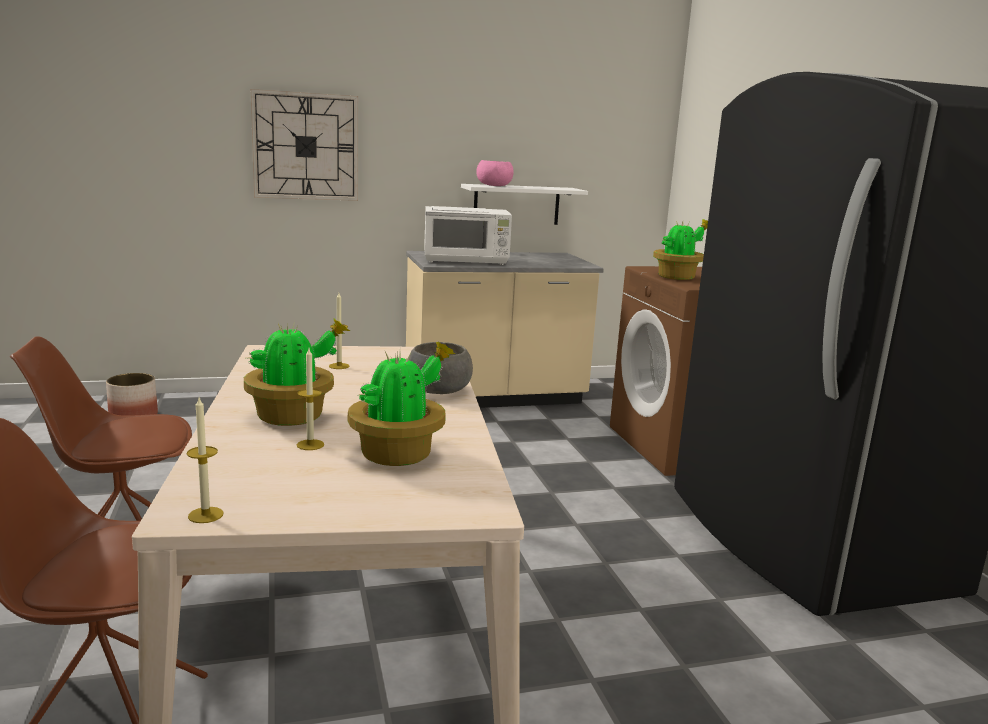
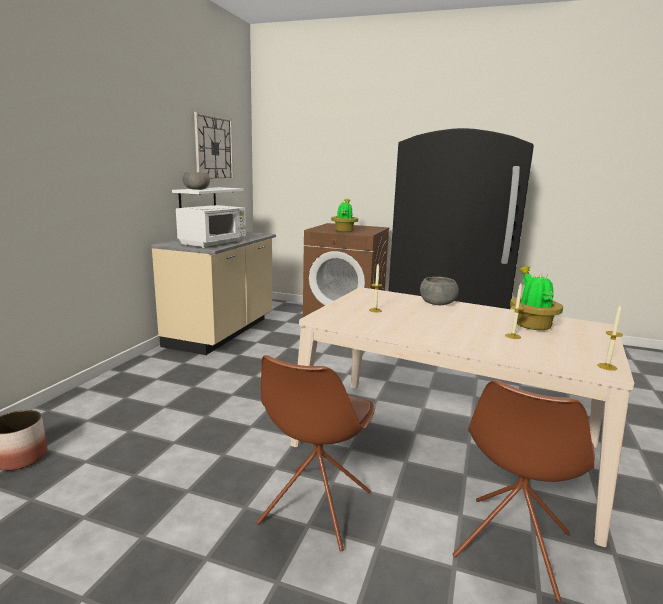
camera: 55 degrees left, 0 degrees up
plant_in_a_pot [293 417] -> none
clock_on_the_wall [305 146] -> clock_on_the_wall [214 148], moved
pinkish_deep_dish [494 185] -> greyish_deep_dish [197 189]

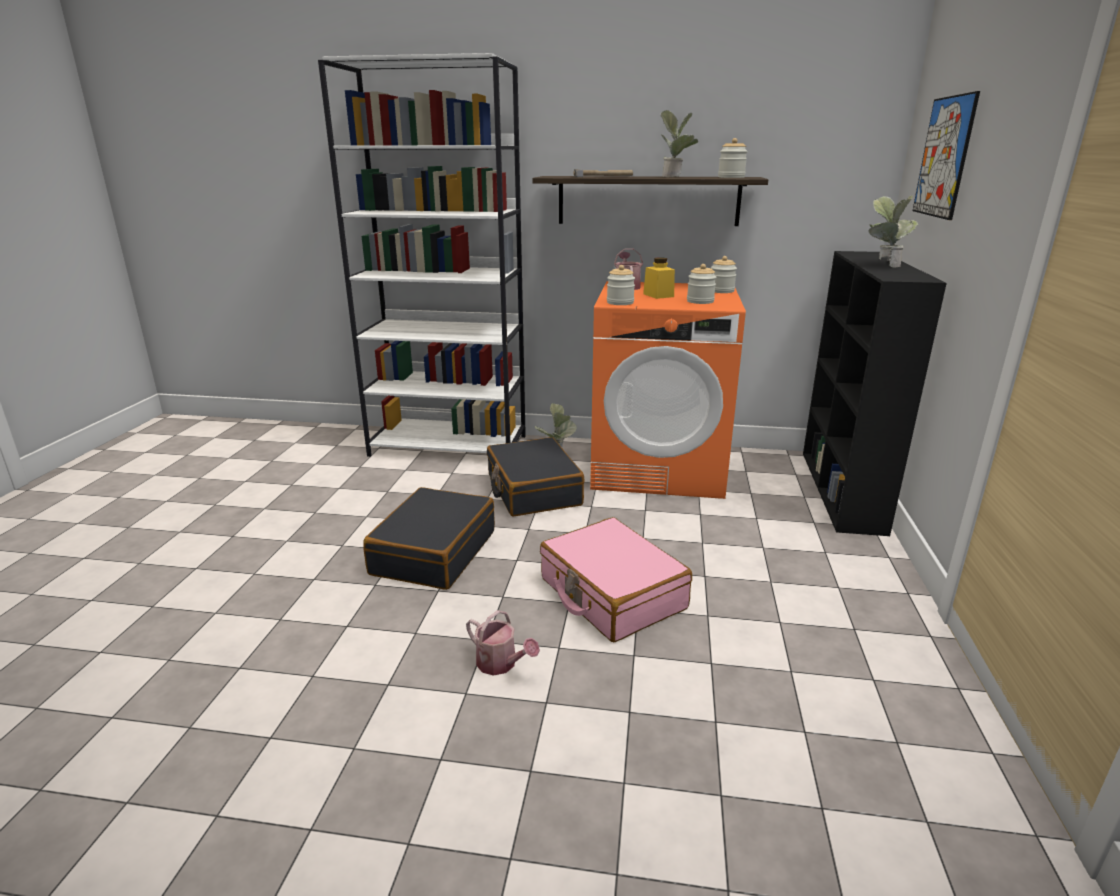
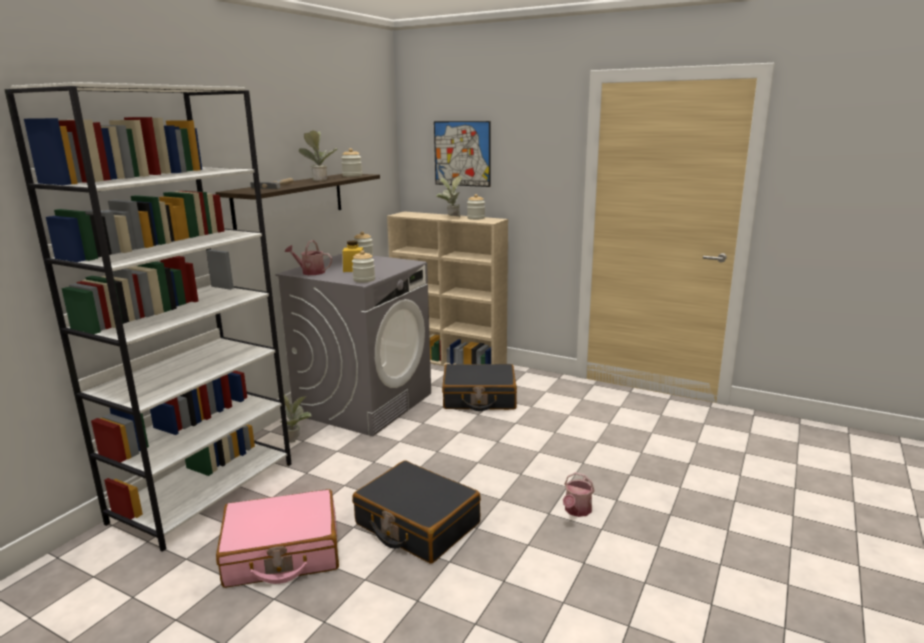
camera: 70 degrees left, 5 degrees down
watering_pot [501 664] -> watering_pot [576 511], 150 degrees clockwise
black-coloured_travel_case [533 490] -> black-coloured_travel_case [479 398], moved
pinkish_travel_case [611 594] -> pinkish_travel_case [282 553], moved
orangey_laundry_machine [659 467] -> greyish_laundry_machine [364 403]
storage_jar [700 301] -> storage_jar [476 218], moved
black-coloured_bookcase [842 491] -> sand-coloured_bookcase [450 360]

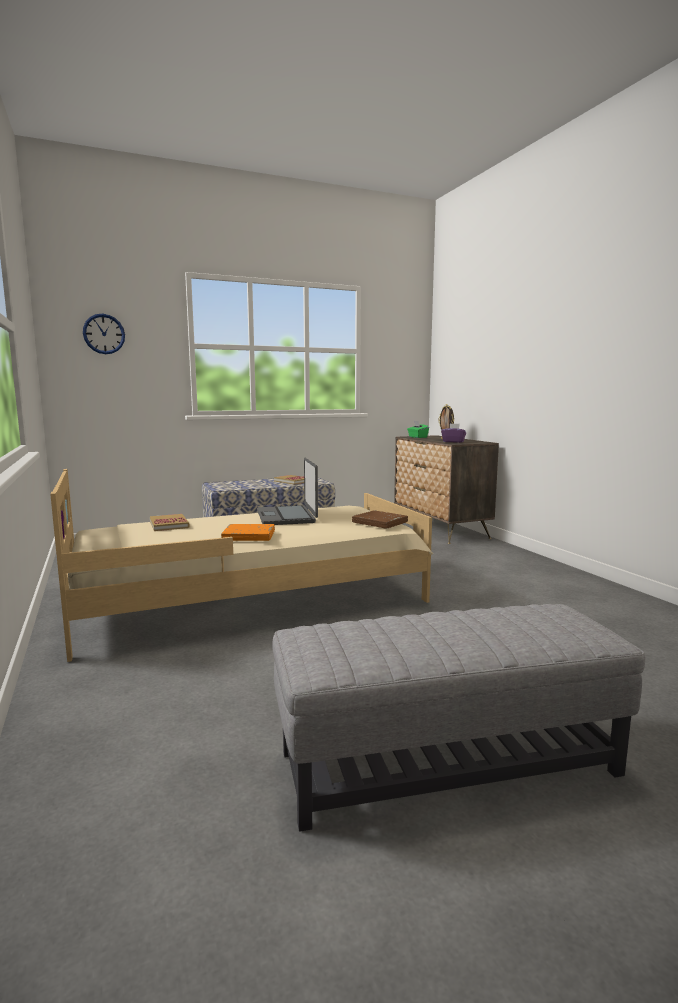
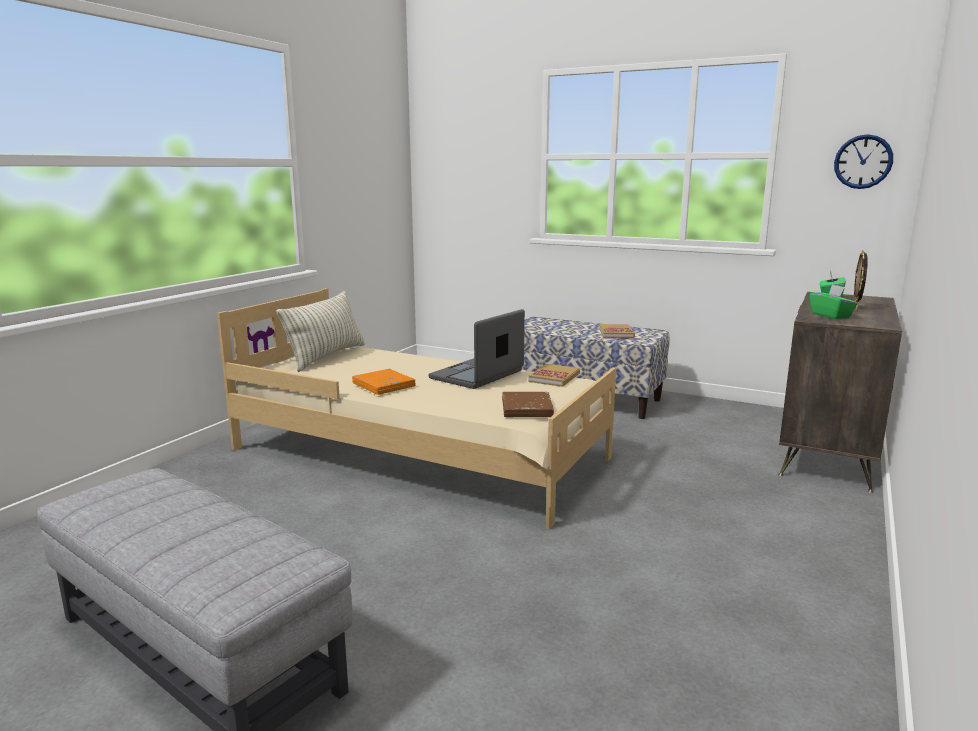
camera: 50 degrees right, 5 degrees up
clock_on_the_wall [104 334] -> clock_on_the_wall [863 162], moved
book [169 524] -> book [554 377], moved
purple_box_of_tissues [453 442] -> greenish_box_of_tissues [831 315]
none -> pillow [326 357]

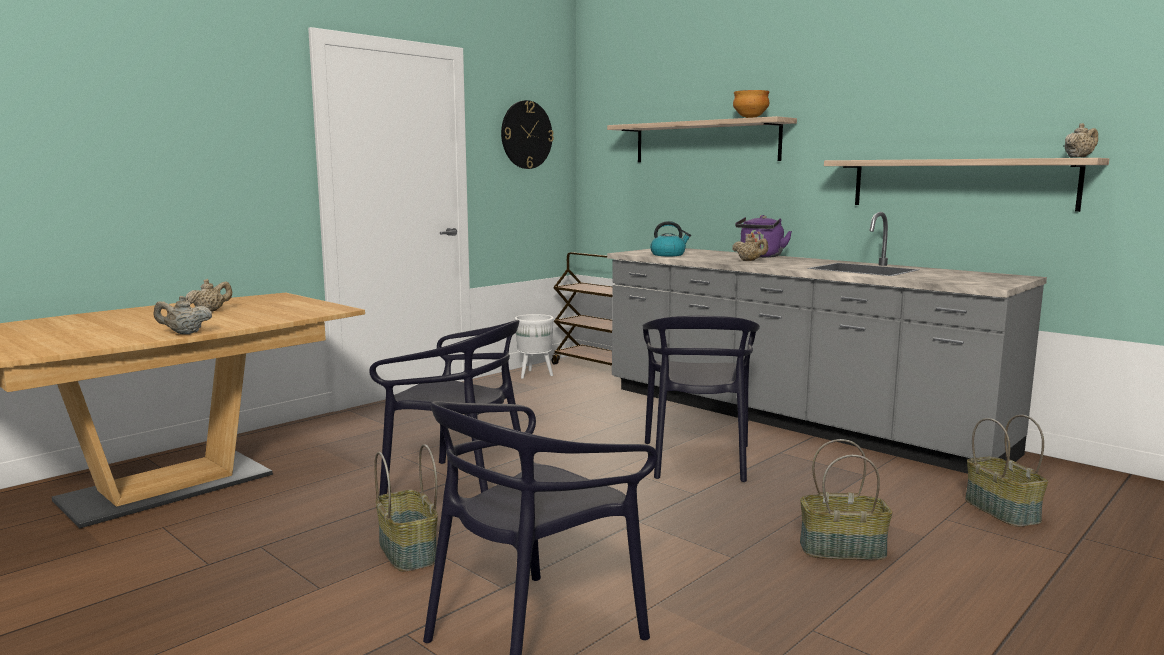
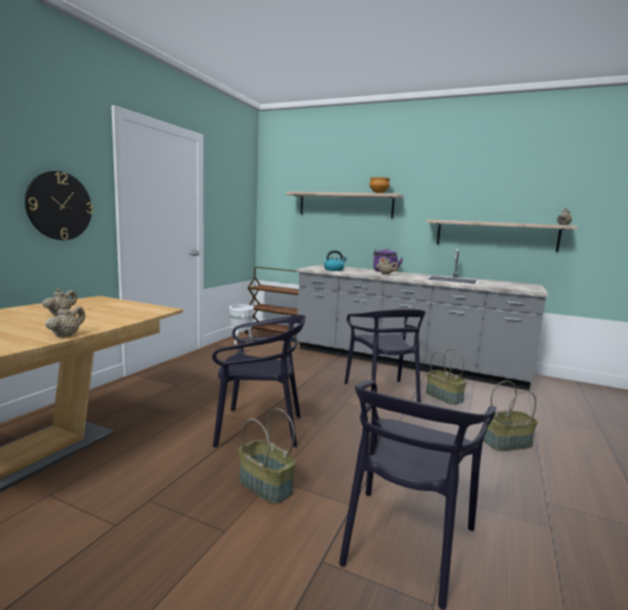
camera: 20 degrees left, 0 degrees up
sand-coloured_teapot [184 333] -> sand-coloured_teapot [66 335], 135 degrees clockwise
clock_on_the_wall [526 135] -> clock_on_the_wall [59 206], moved
basket [1003 511] -> basket [444 397], moved

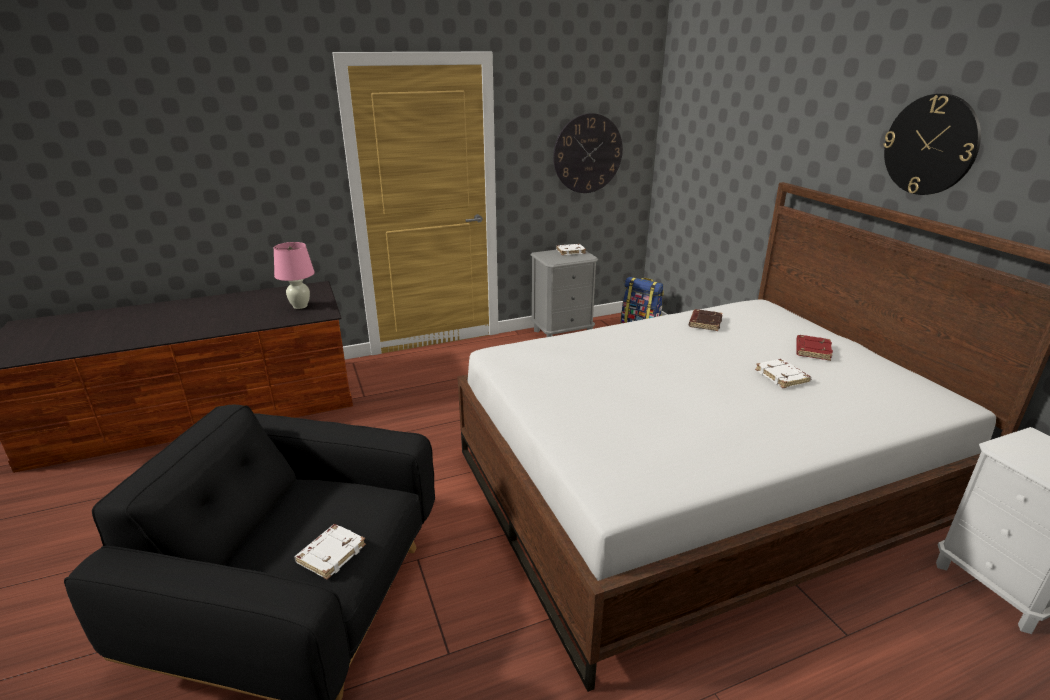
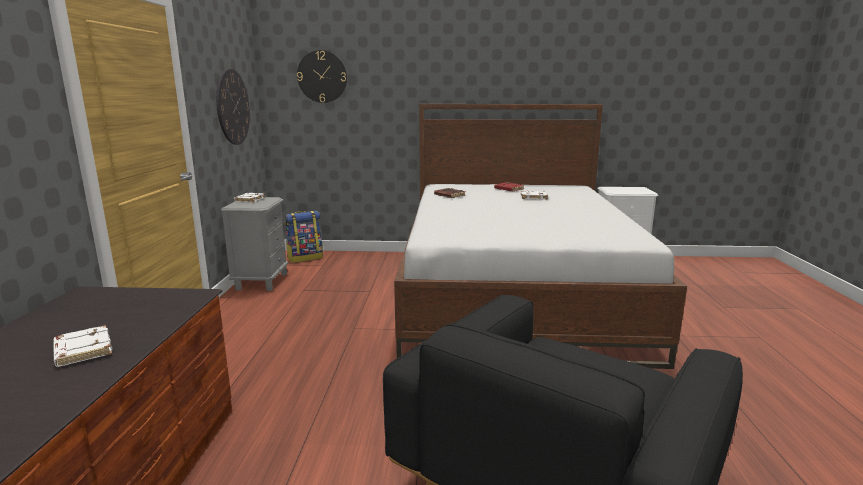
camera: 65 degrees left, 10 degrees down
pinkish_lamp_for_a_table [300 306] -> none
white_book [331 553] -> white_book [82 350], moved
clock_on_the_wall [930 145] -> clock_on_the_wall [322 76], moved

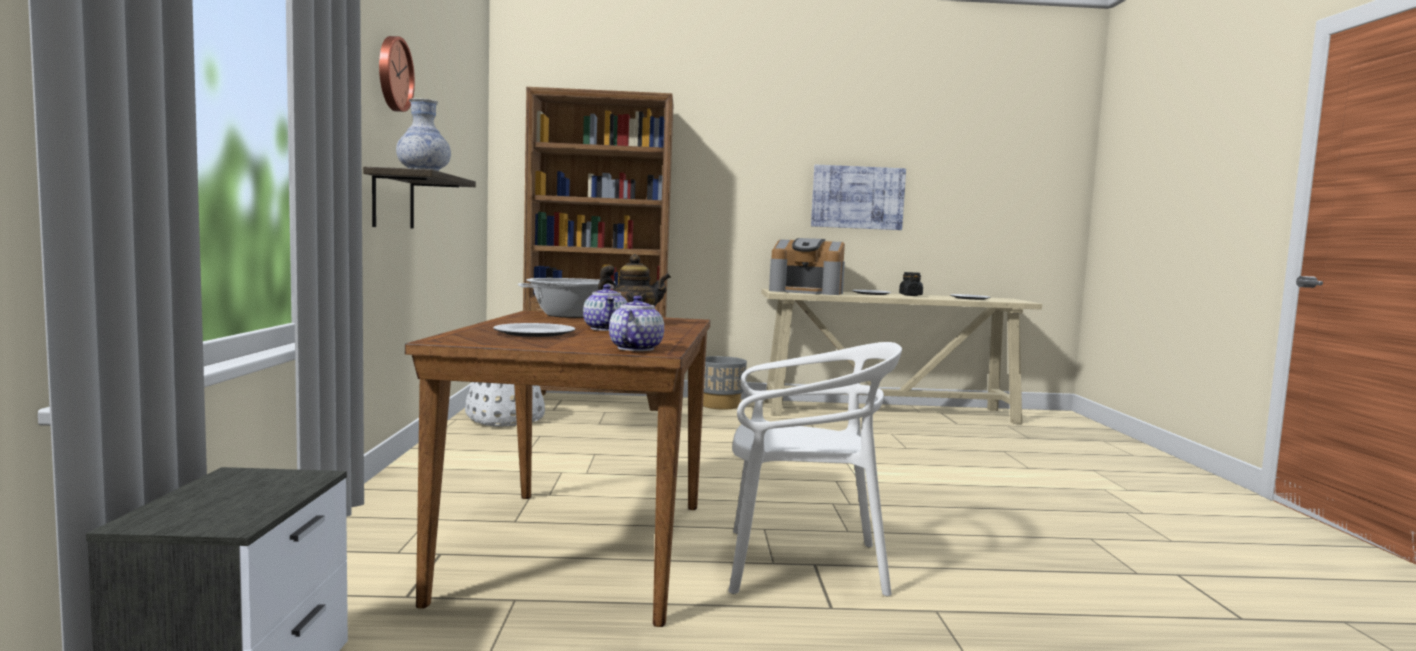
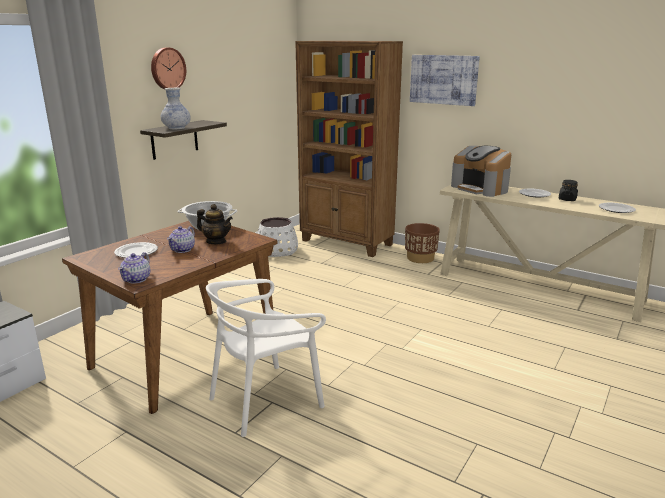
camera: 35 degrees right, 15 degrees up
teapot [635 348] -> teapot [137 279], 150 degrees clockwise
greyish_plant_pot [720 405] -> brown_plant_pot [420 258]
white_chair [802 564] -> white_chair [265 400], 105 degrees clockwise
picture [857 197] -> picture [443 79], moved

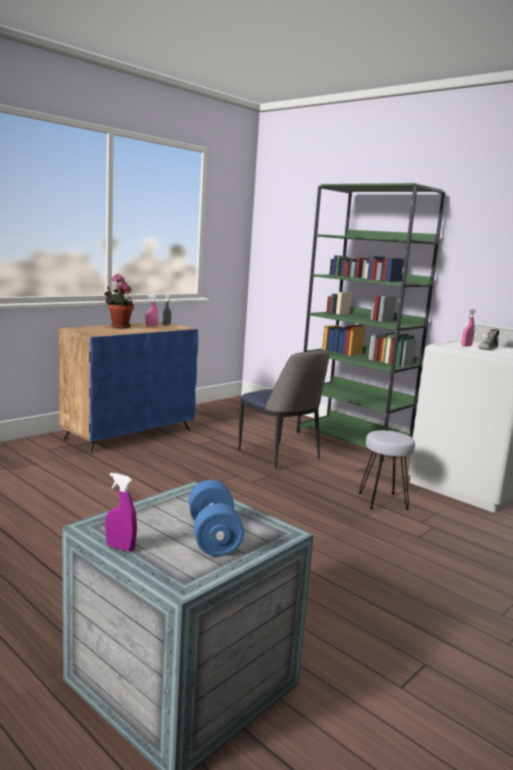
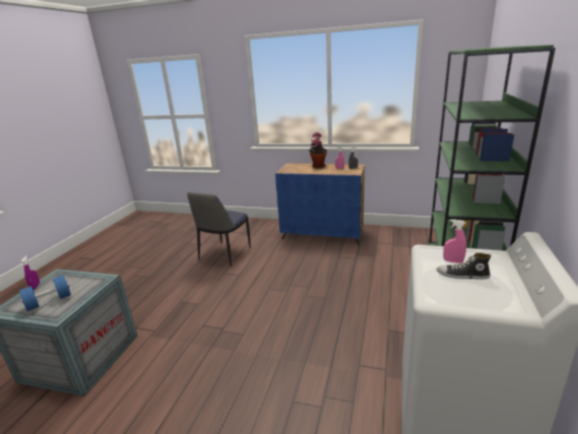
camera: 65 degrees right, 10 degrees up
chair [280 456] -> chair [224 255], moved
greyish_sitting_stool [382 501] -> none

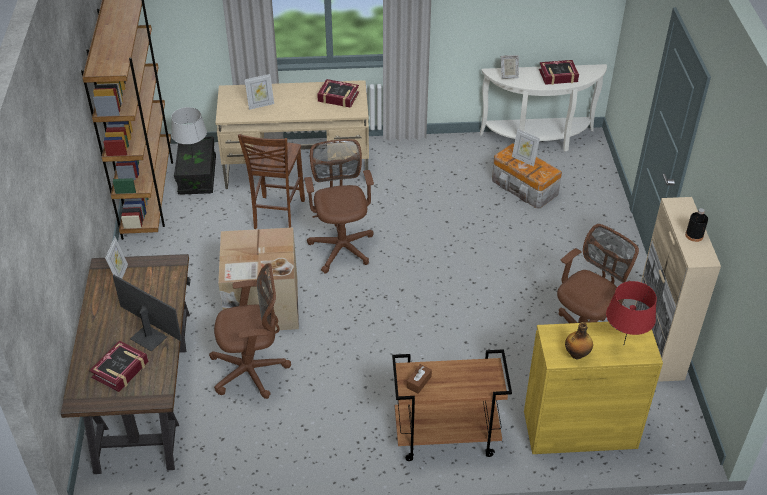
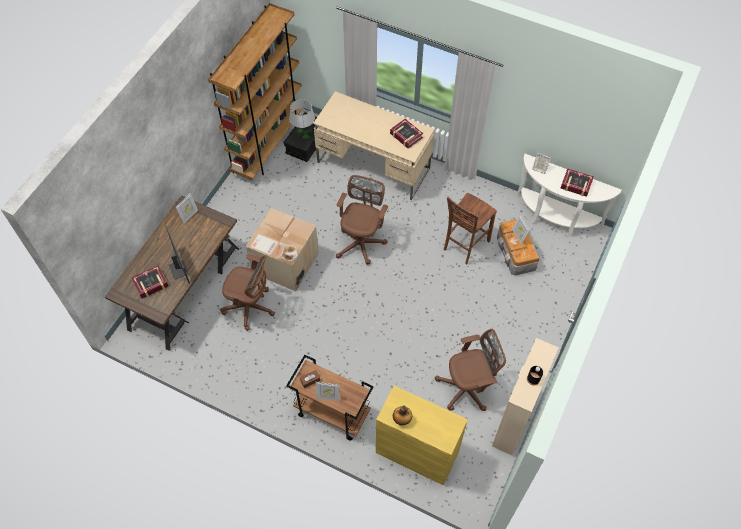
camera: 30 degrees right, 15 degrees up
brown_chair [277 215] -> brown_chair [465 245], moved
photo_frame [260 105] -> photo_frame [328 397], moved
red_lamp_for_a_table [623 345] -> none

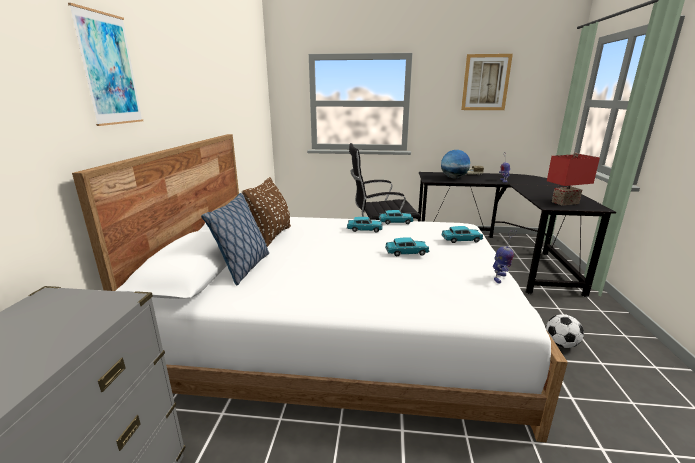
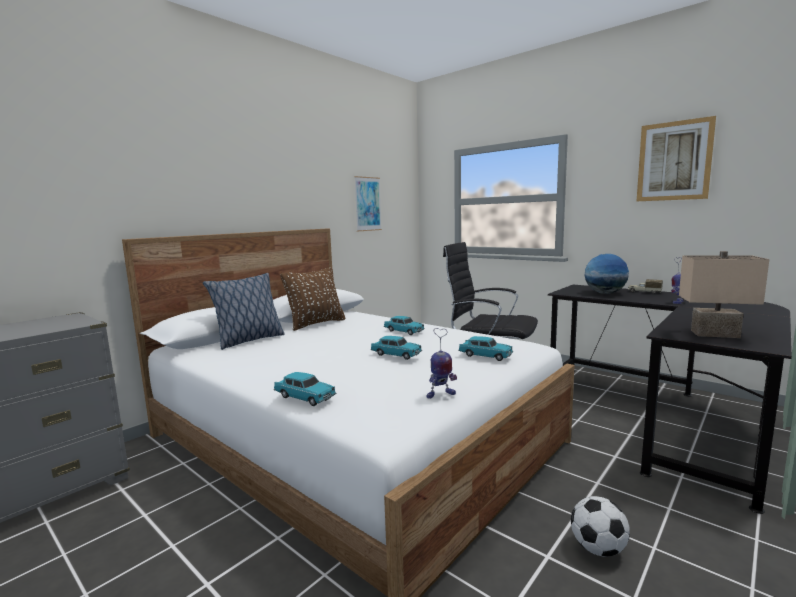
camera: 35 degrees right, 10 degrees down
picture [109 70] -> picture [368 204], moved
blue-green_miniature_car [395 222] -> blue-green_miniature_car [304 397], moved
red_lamp_for_a_table [565 203] -> sand-coloured_lamp_for_a_table [714 334]

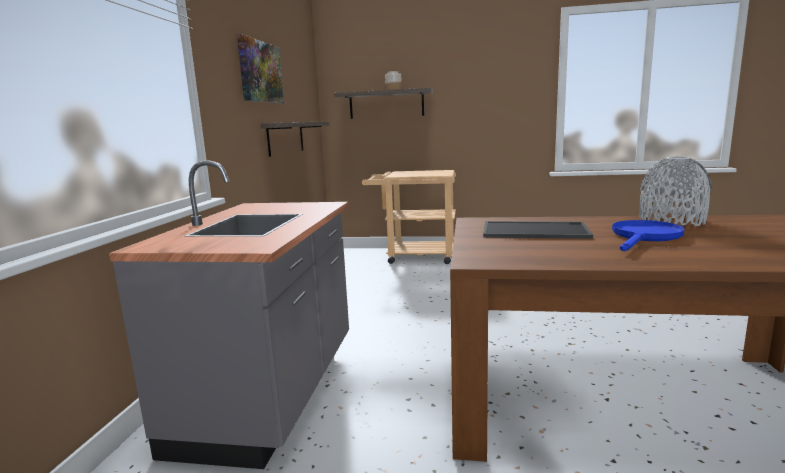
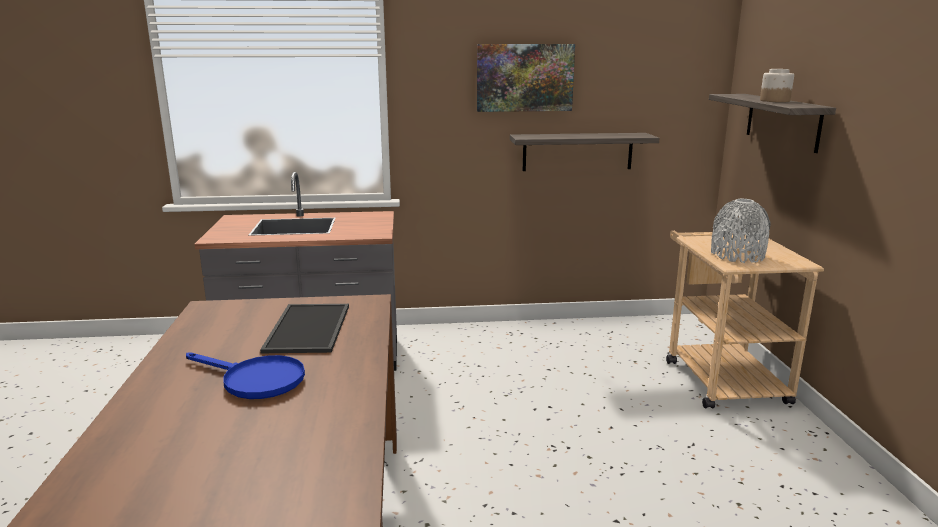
camera: 75 degrees right, 5 degrees up
greyish_decorative_vase [671 221] -> greyish_decorative_vase [737 255], moved

